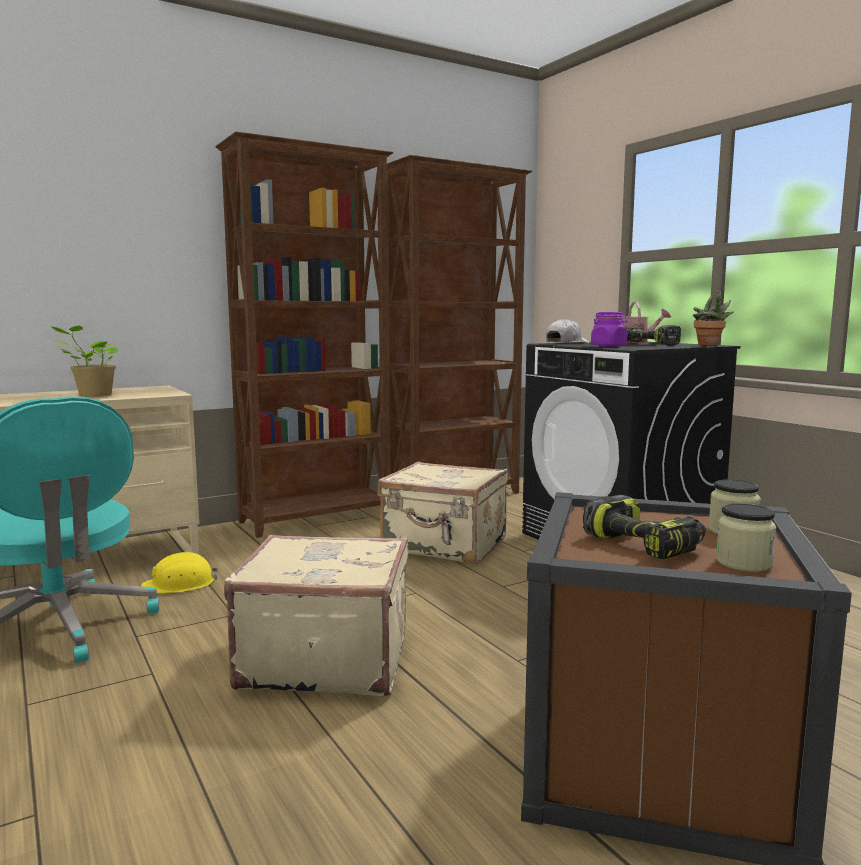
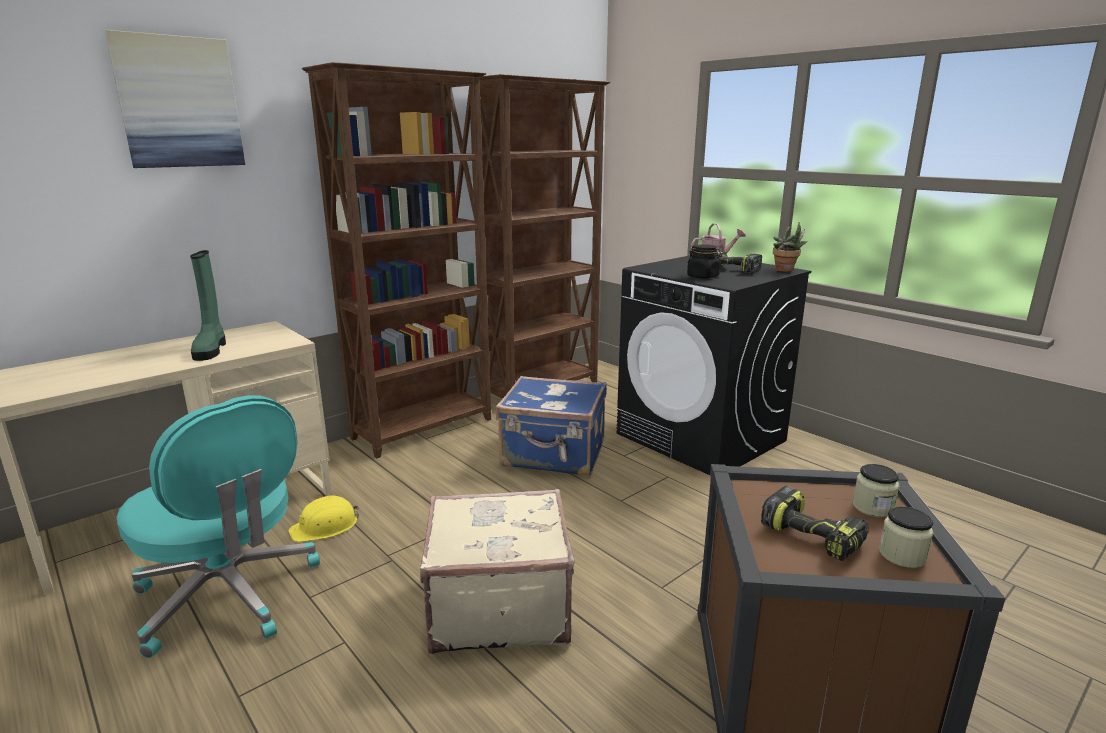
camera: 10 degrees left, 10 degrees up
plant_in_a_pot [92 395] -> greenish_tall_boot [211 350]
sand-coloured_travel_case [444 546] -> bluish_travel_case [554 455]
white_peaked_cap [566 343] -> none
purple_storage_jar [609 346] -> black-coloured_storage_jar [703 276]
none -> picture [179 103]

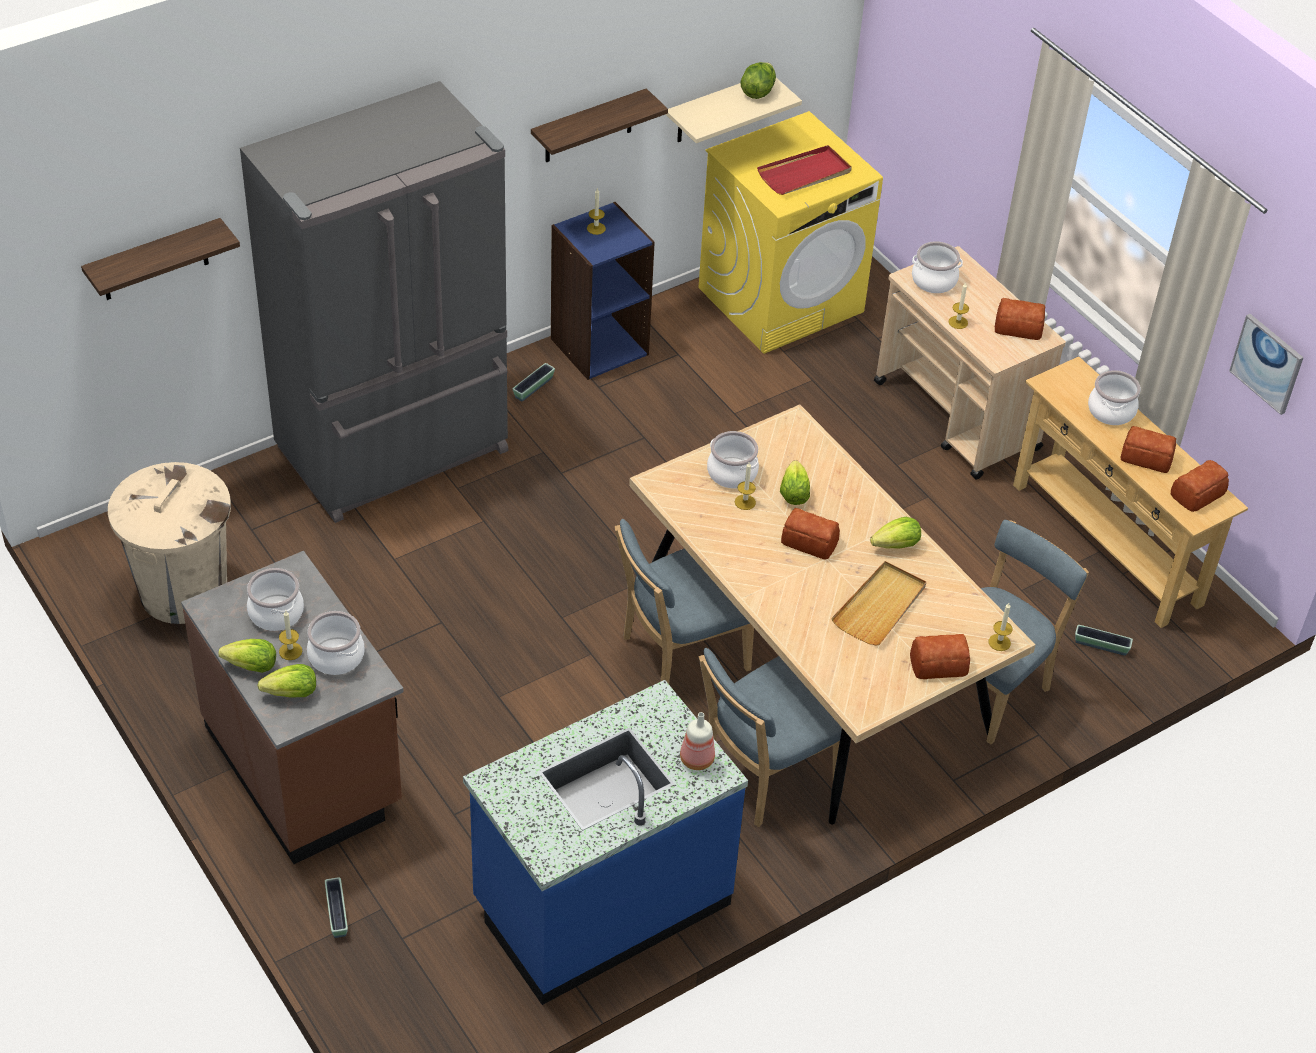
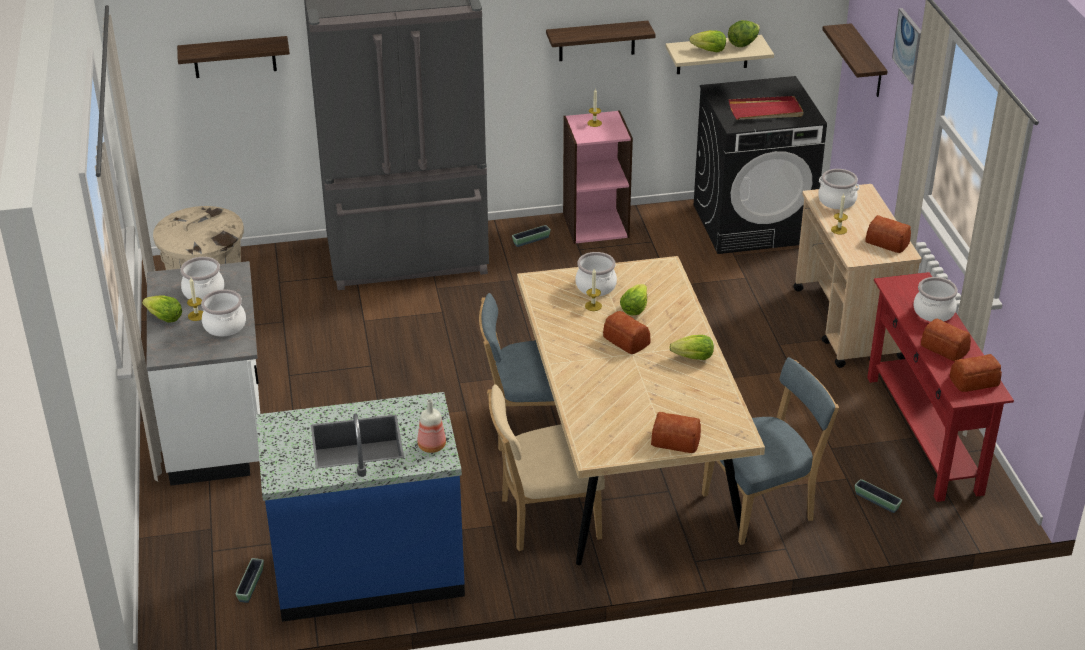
camera: 25 degrees right, 10 degrees down
brown_kitchen_base_unit [305 767] -> white_kitchen_base_unit [218 429]
lettuce [292 693] -> lettuce [709 51], moved
plant_pot [337 913] -> plant_pot [251 585], moved
bluish_bookcase [599 346] -> pinkish_bookcase [595 225]
yellow_laundry_machine [781 299] -> black-coloured_laundry_machine [753 223]
bluish_chair [764 776] -> sand-coloured_chair [545 519]
sand-coloured_carrying_tray [880 606] -> none
candle [999 642] -> none
sand-coloured_narrow_table [1107 543] -> red_narrow_table [924 434]
picture [1267 363] -> picture [909 45], moved
none -> shelf [867 62]

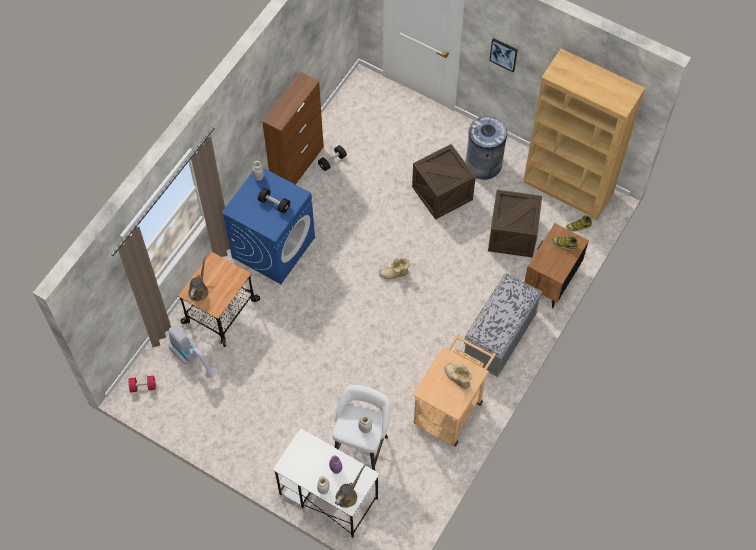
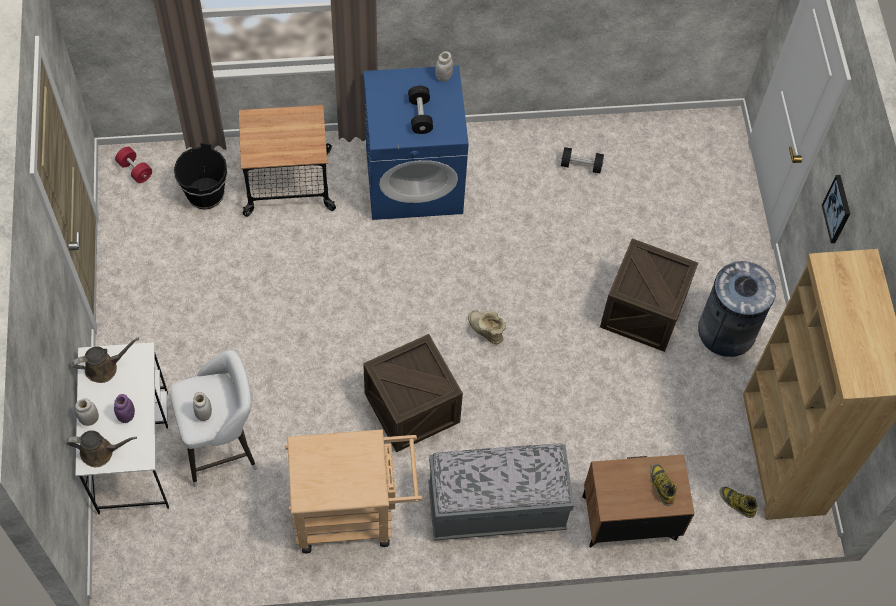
camera: 50 degrees right, 0 degrees up
hoover [192 358] -> black-coloured_bucket [206 194]
brown_watering_pot [199 290] -> brown_watering_pot [104 367], moved
brown_storage_cabinet [297 165] -> none
tall_boot [457 379] -> none
crate [512 235] -> crate [412 408], moved

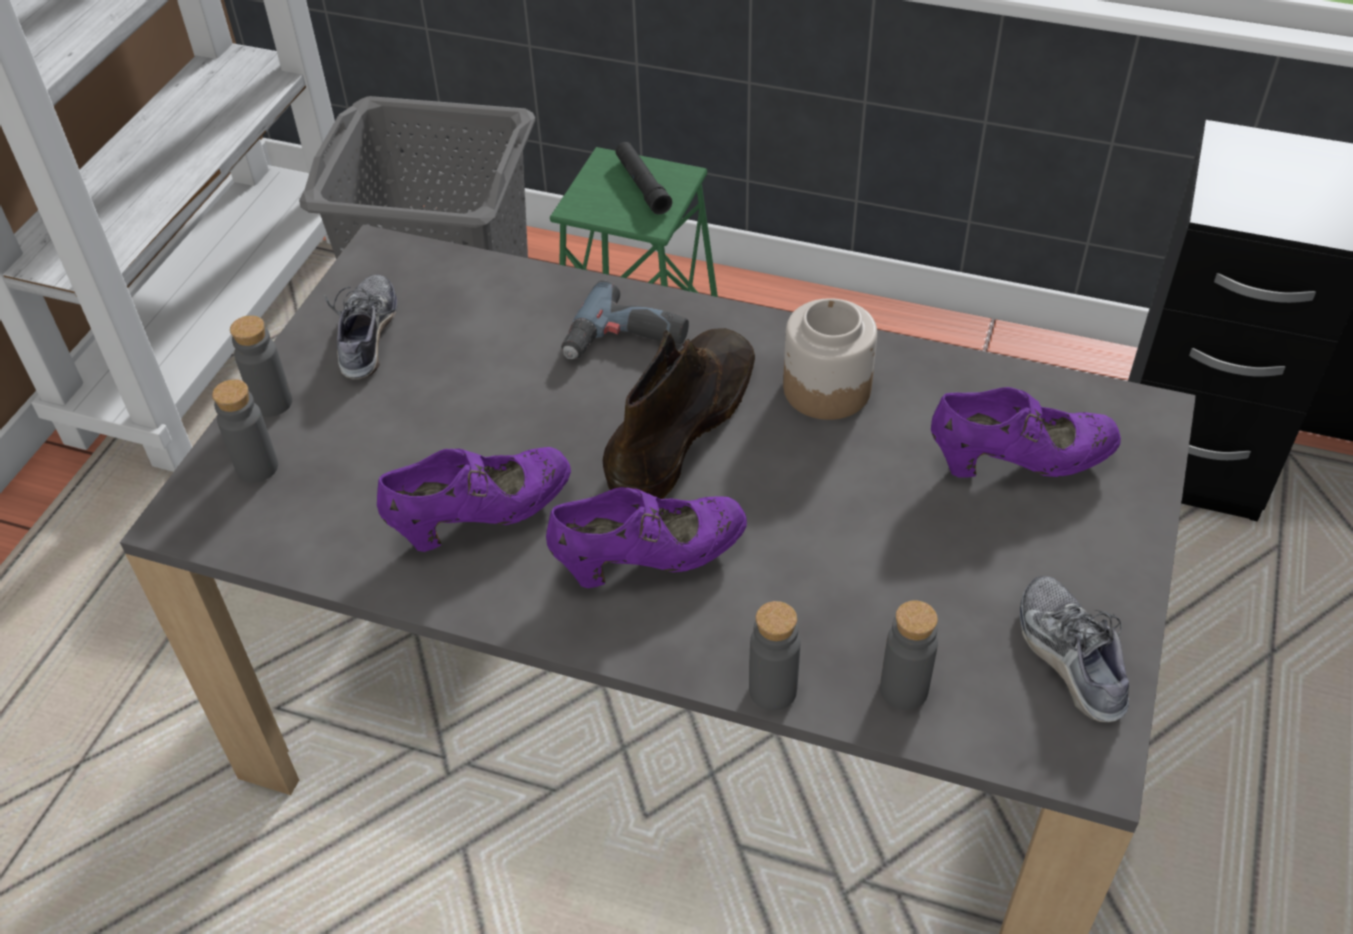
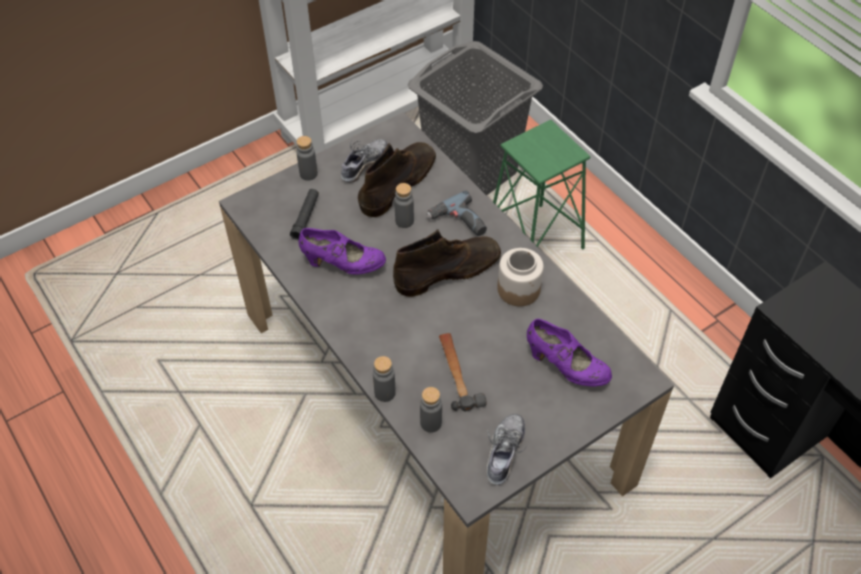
camera: 35 degrees right, 5 degrees up
greyish_beverage_bottle [257 467] -> greyish_beverage_bottle [404 221], moved
purple_item_of_footwear [650 559] -> none
black-coloured_torch [642 185] -> black-coloured_torch [305 218], moved
none -> brown_tall_boot [398 183]
none -> hand_hammer [457 373]

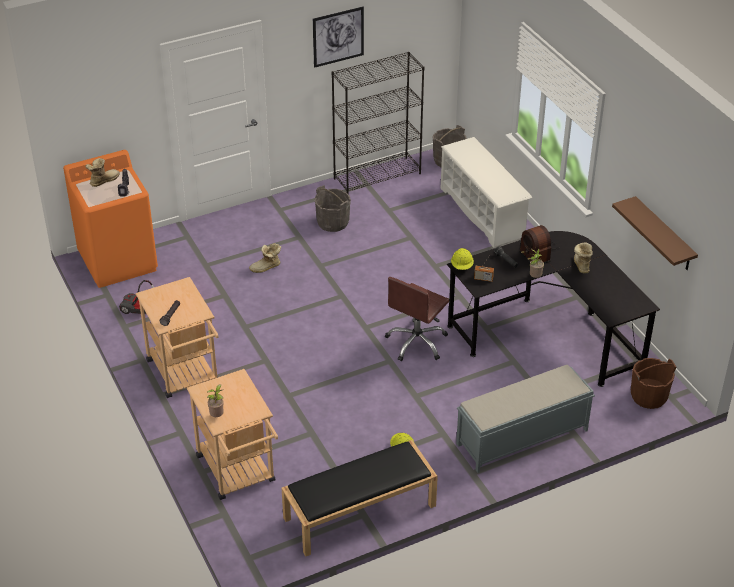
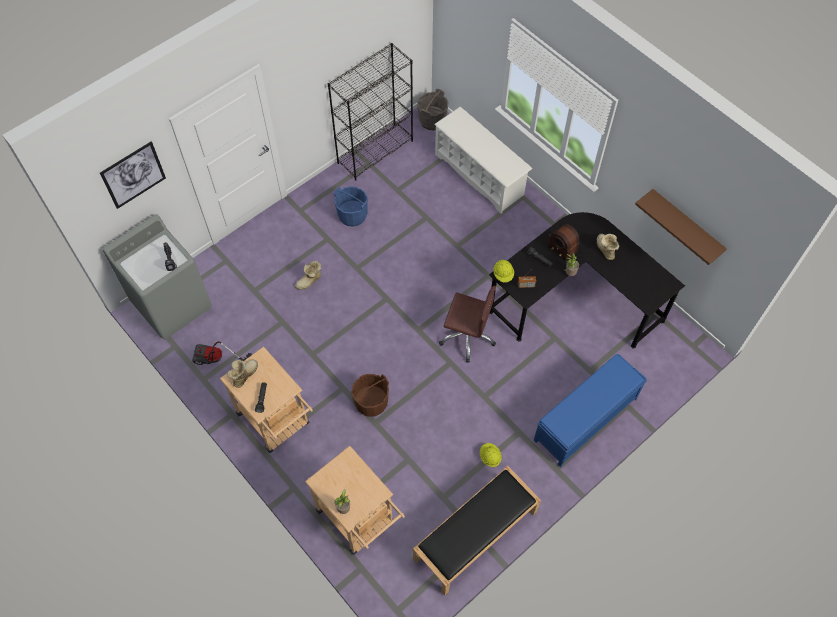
camera: 15 degrees left, 20 degrees up
orangey_laundry_machine [118 261] -> greyish_laundry_machine [172 304]
tall_boot [103 181] -> tall_boot [244 375], moved
picture [338 36] -> picture [133 175], moved
greyish_bucket [333 222] -> bluish_bucket [352 215]
brown_desk_chair [417 342] -> brown_desk_chair [467 336], 90 degrees counterclockwise
greyish_bench [521 437] -> bluish_bench [585 420]
brown_bucket [649 396] -> brown_bucket [371 403], moved

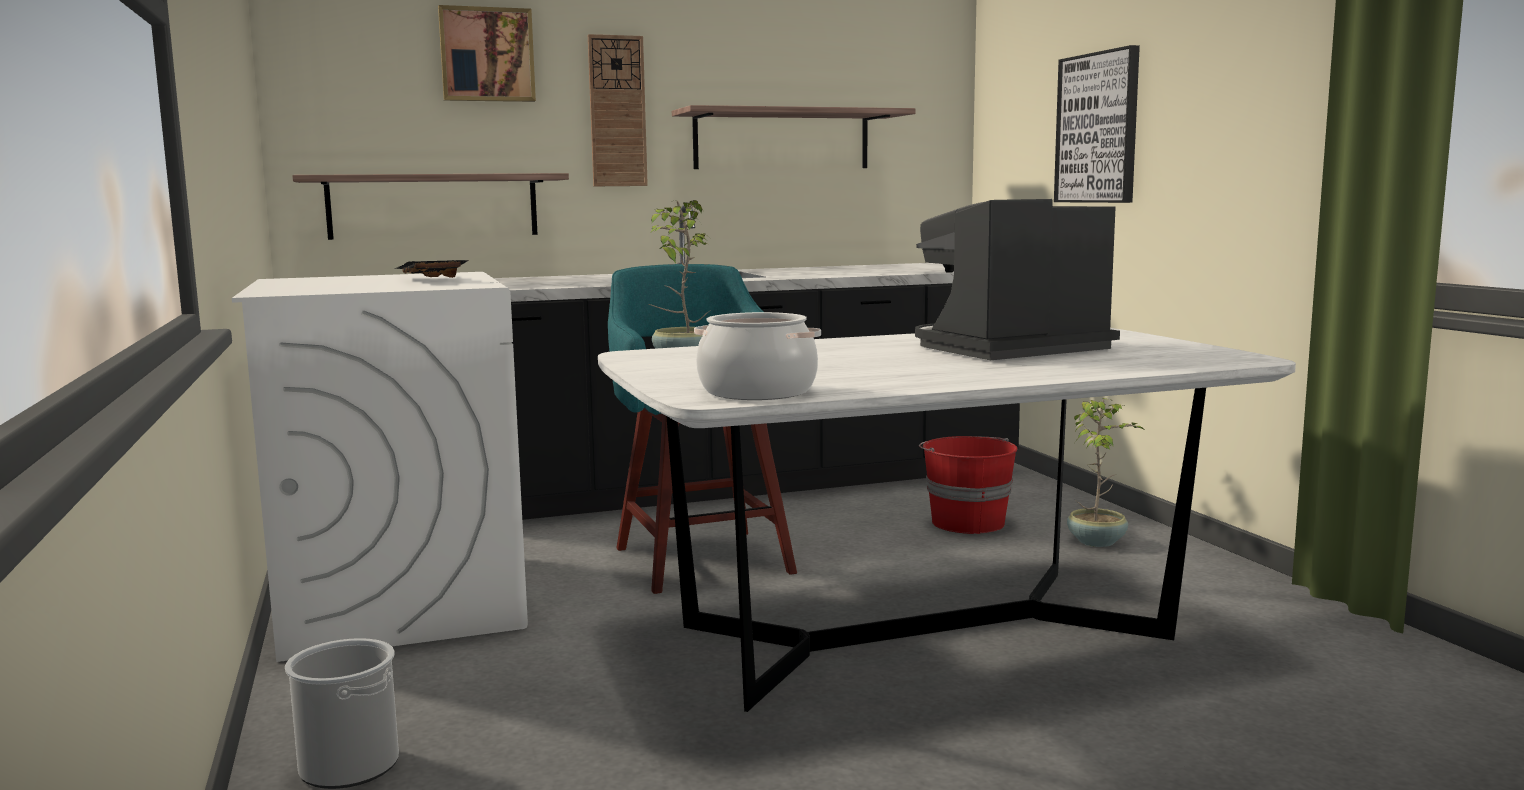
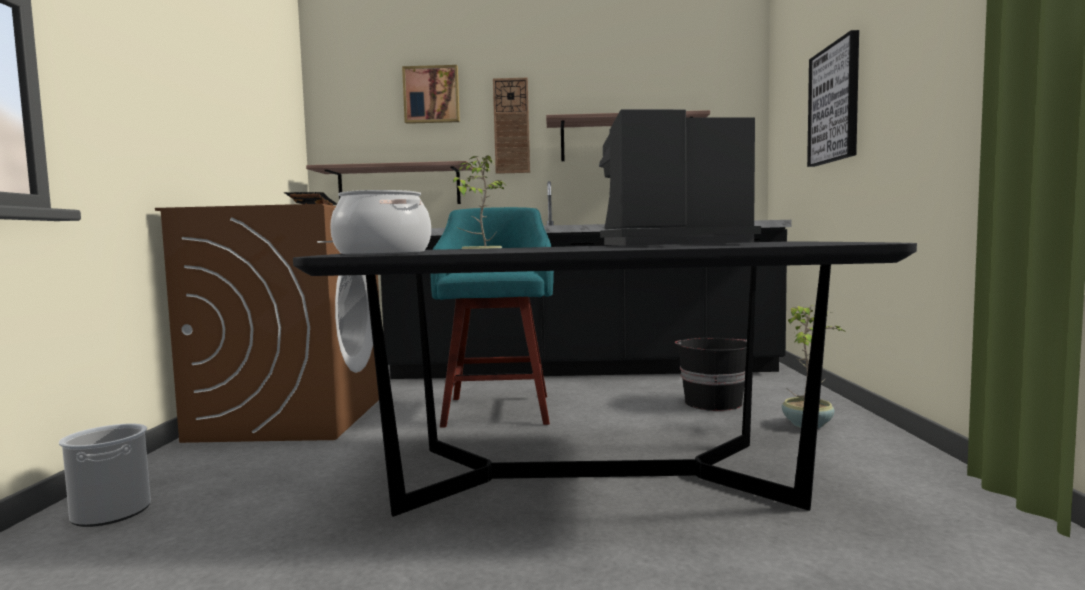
camera: 20 degrees right, 5 degrees down
white_laundry_machine [401 601] -> brown_laundry_machine [293 416]
white_dining_table [925 634] -> black-coloured_dining_table [594 477]
red_bucket [966 522] -> black-coloured_bucket [712 402]

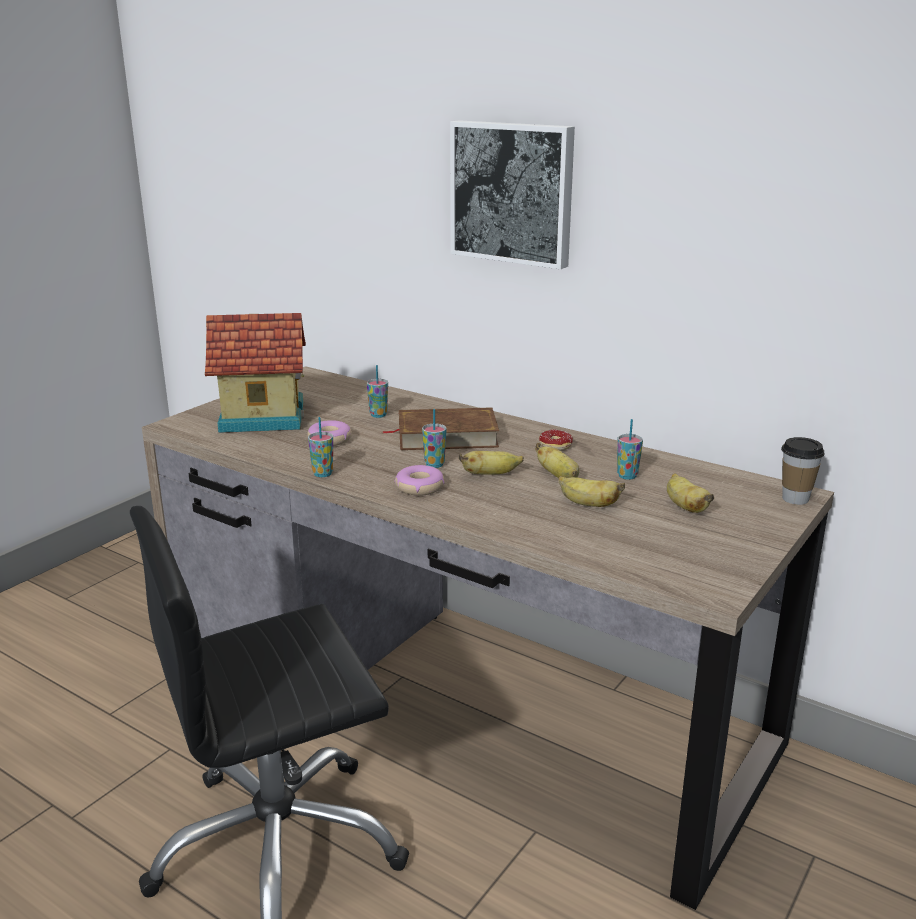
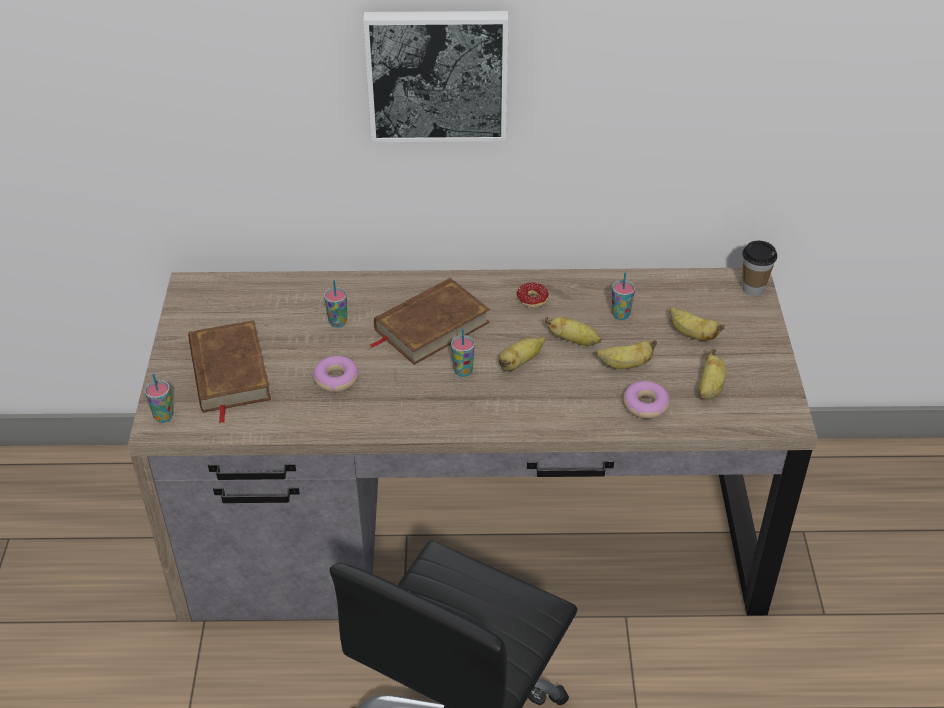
camera: 35 degrees left, 20 degrees up
miniature_house [262 415] -> brown_book [229 372]
drinking_cup [322 474] -> drinking_cup [163 416], moved
donut [419 487] -> donut [645 405], moved
none -> banana [709 388]

